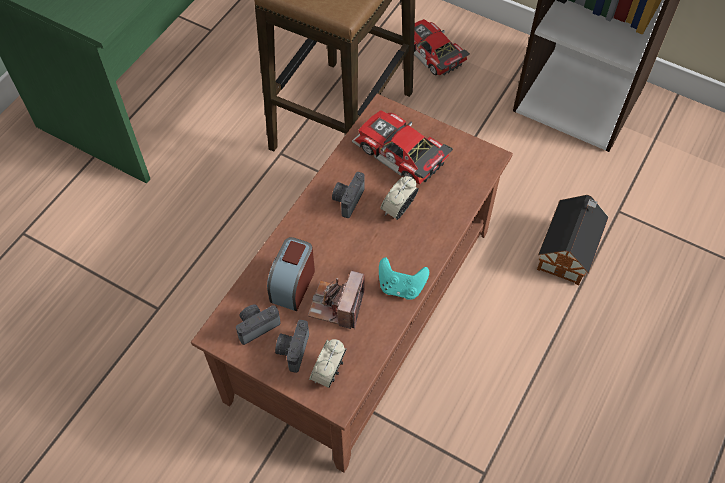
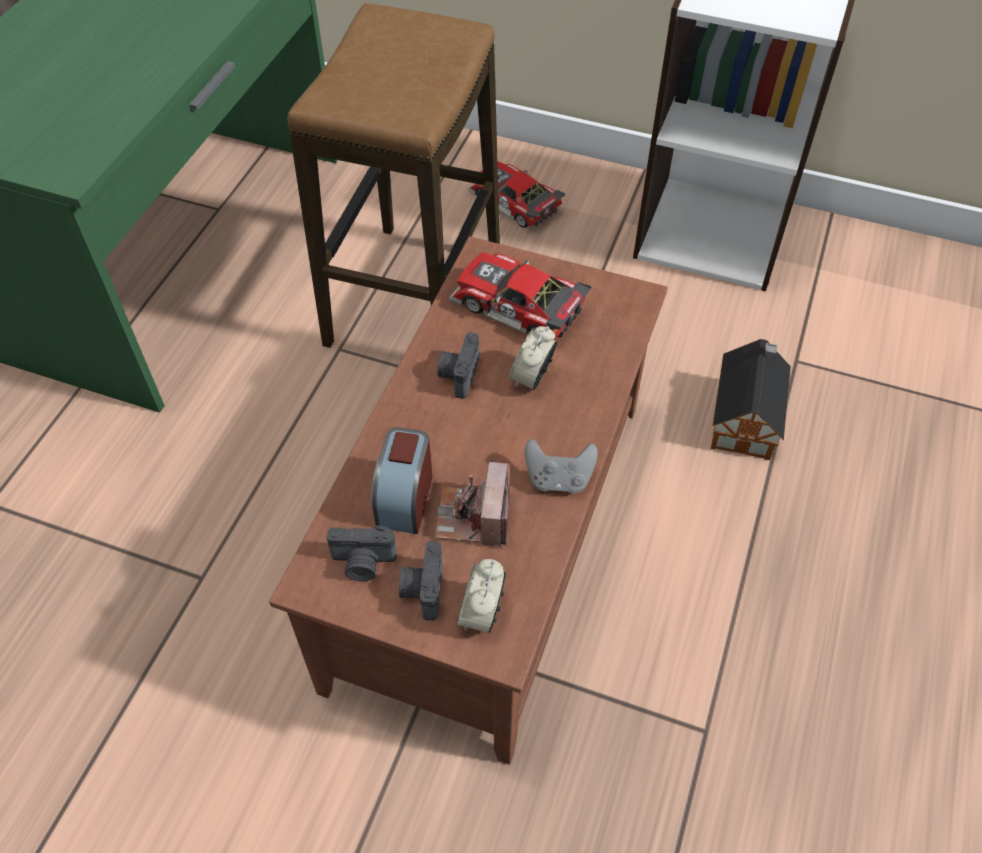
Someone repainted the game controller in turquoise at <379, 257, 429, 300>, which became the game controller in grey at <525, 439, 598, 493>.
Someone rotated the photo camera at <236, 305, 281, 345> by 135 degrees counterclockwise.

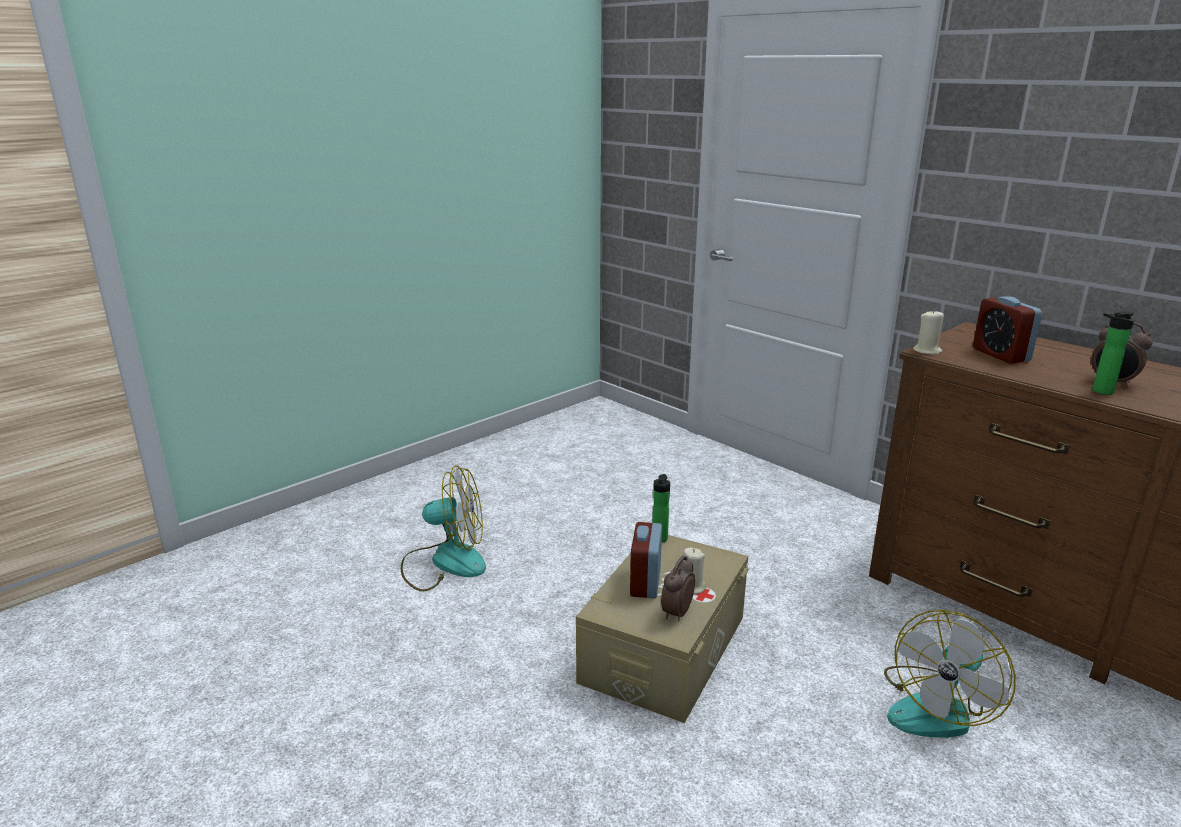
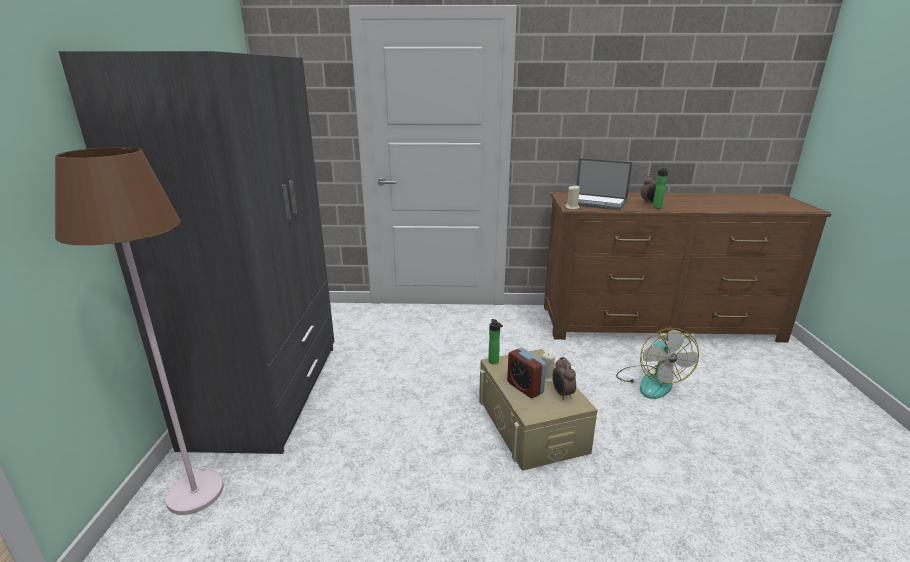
Someone took away the fan at <401, 465, 486, 591>.
Someone put down the floor lamp in brown at <55, 147, 223, 515>.
Someone put down the wardrobe in grey at <58, 51, 334, 454>.
Someone swapped the alarm clock at <973, 296, 1042, 364> for the laptop at <566, 158, 633, 211>.

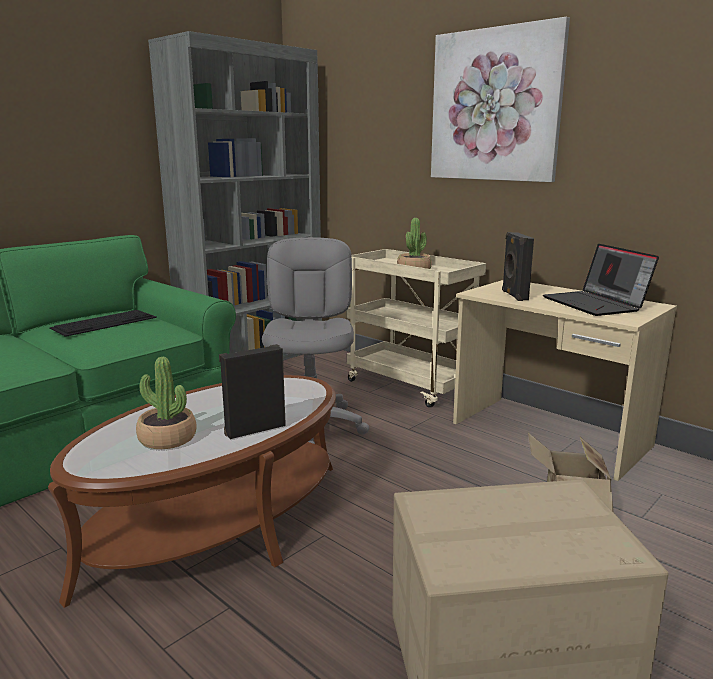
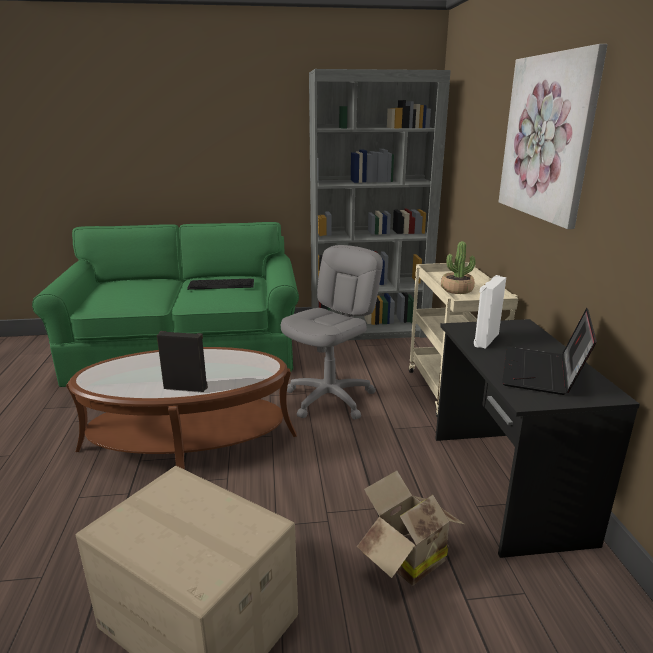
Someone took away the potted plant at <136, 357, 197, 449>.
Someone repainted the desk in beige at <453, 280, 677, 481>, which became the desk in black at <435, 319, 640, 558>.
Someone repainted the speaker in black at <502, 232, 534, 301>, which became the speaker in white at <474, 275, 506, 349>.

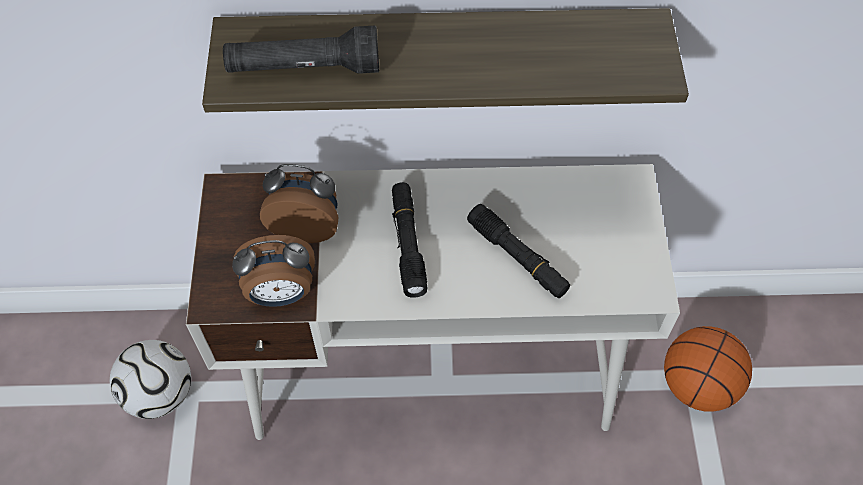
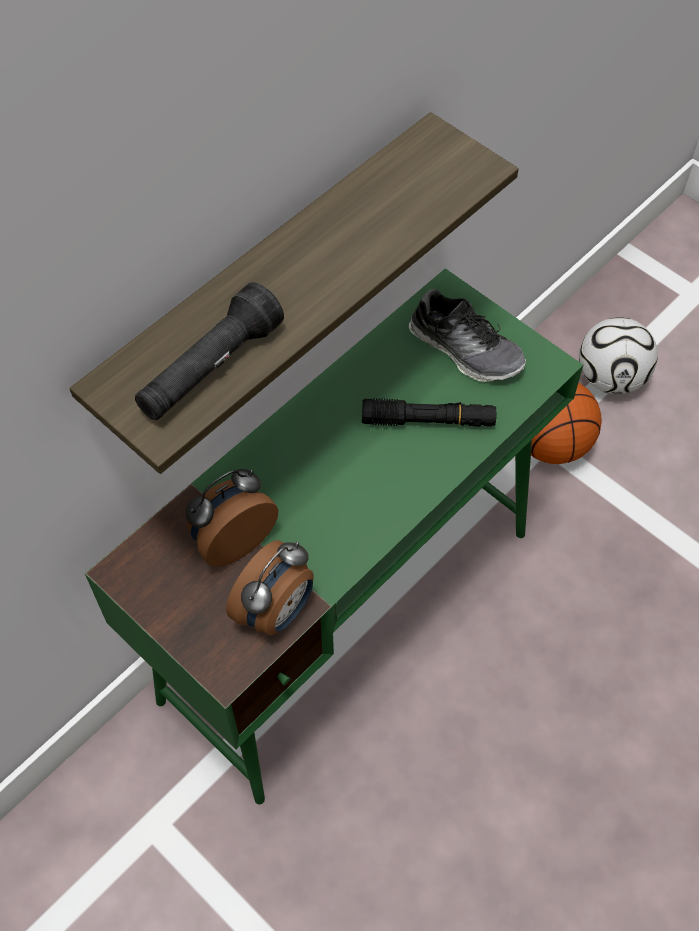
Someone took away the flashlight in black at <392, 182, 427, 298>.
Someone put down the shoe at <409, 289, 526, 382>.
Someone carried the football from <110, 340, 191, 419> to <579, 317, 658, 394>.
Someone repainted the desk in white at <186, 164, 680, 440>, which became the desk in green at <85, 268, 583, 804>.

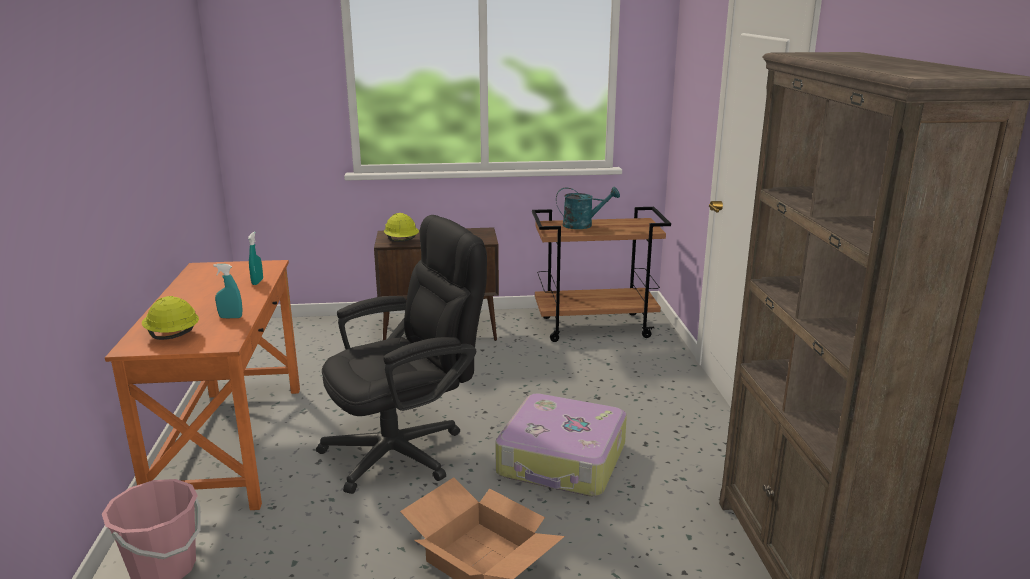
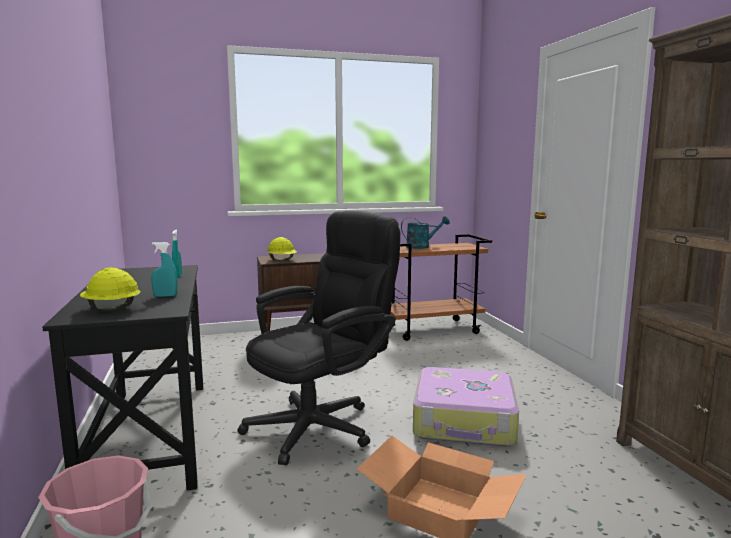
Someone repainted the desk in orange at <105, 260, 300, 510>, which became the desk in black at <42, 265, 203, 491>.

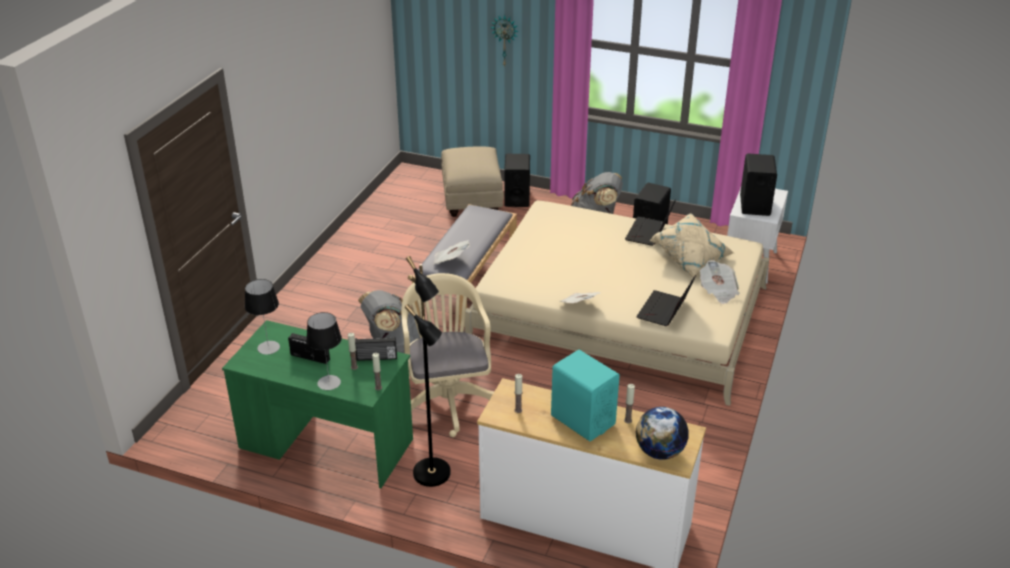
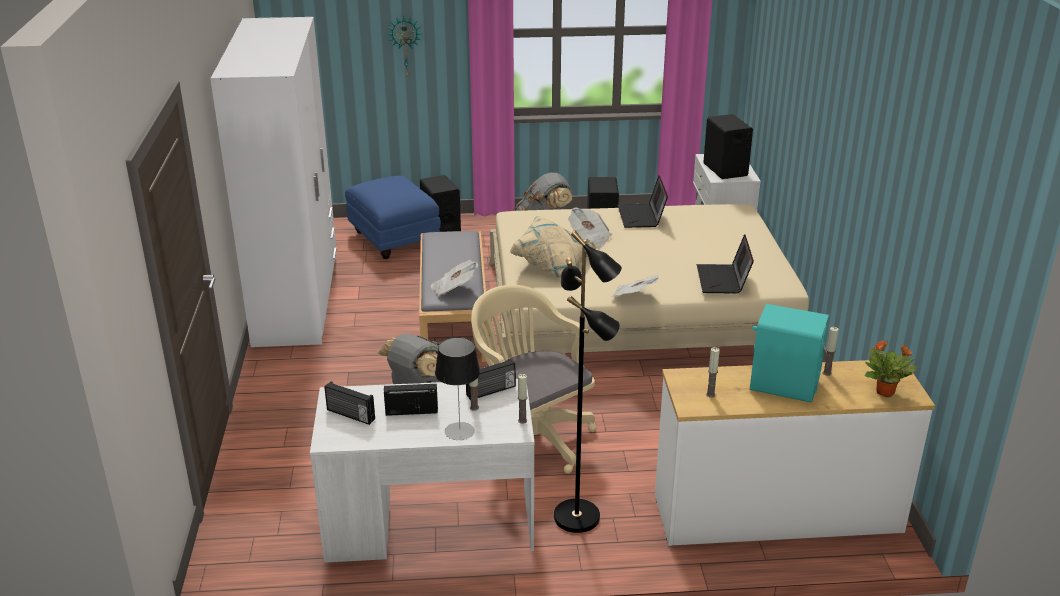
Someone put down the wardrobe in white at <210, 17, 337, 347>.
Someone carried the pillow in beige from <650, 213, 734, 278> to <510, 216, 597, 278>.
Someone carried the newspaper from <700, 260, 740, 304> to <568, 208, 612, 247>.
Someone swapped the table lamp at <245, 279, 280, 355> for the radio at <324, 381, 375, 425>.
Someone swapped the globe at <636, 407, 689, 460> for the potted plant at <864, 340, 917, 397>.
Someone repainted the desk in green at <222, 320, 413, 488>, which became the desk in white at <310, 379, 535, 563>.
Someone repainted the ottoman in beige at <441, 146, 504, 217>, which became the ottoman in blue at <345, 176, 441, 259>.

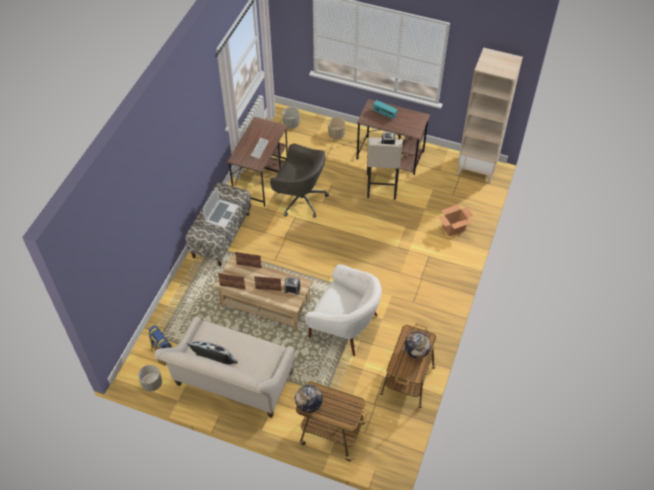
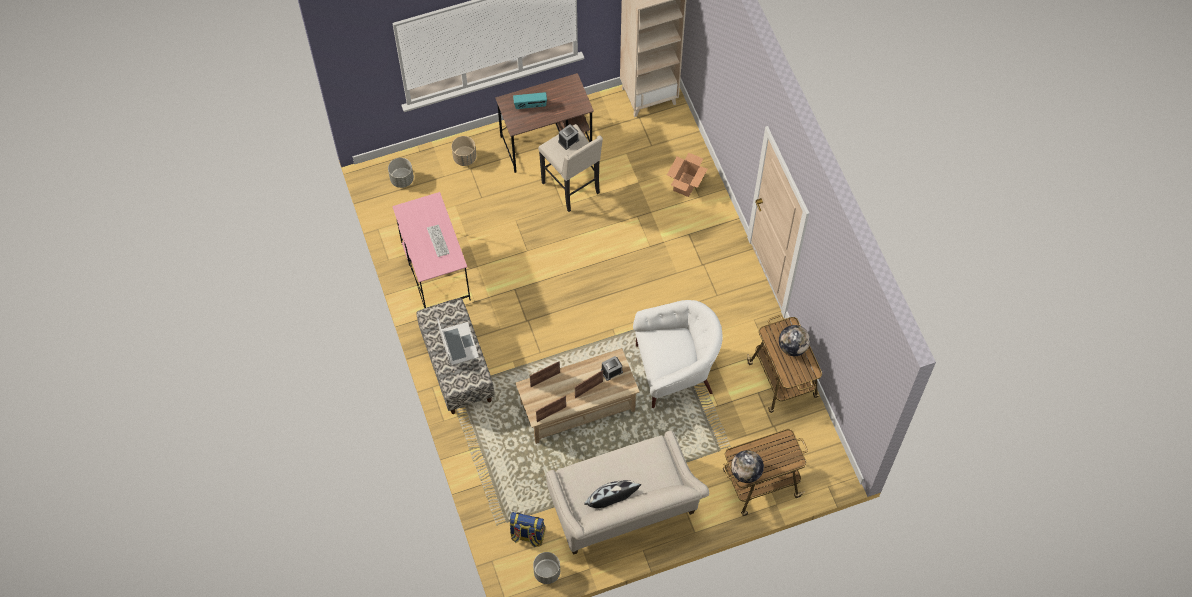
Someone took away the office chair in grey at <270, 144, 329, 218>.
Someone repainted the desk in brown at <227, 117, 288, 207>, which became the desk in pink at <392, 192, 471, 308>.

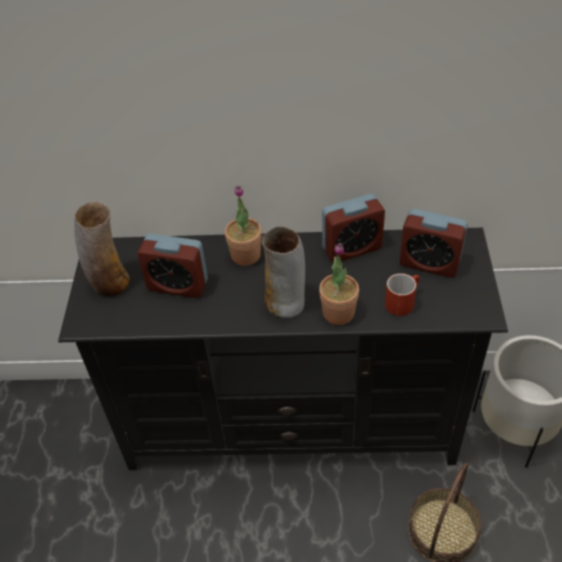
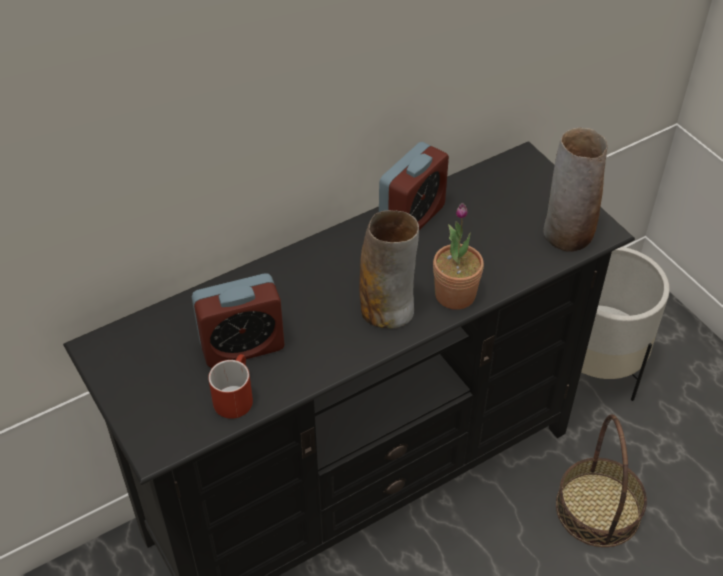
Someone took away the potted plant at <225, 186, 262, 266>.
Someone took away the alarm clock at <399, 209, 468, 278>.
Someone carried the vase from <74, 202, 130, 296> to <543, 128, 608, 252>.
Someone carried the mug in red from <385, 273, 420, 316> to <208, 354, 253, 419>.

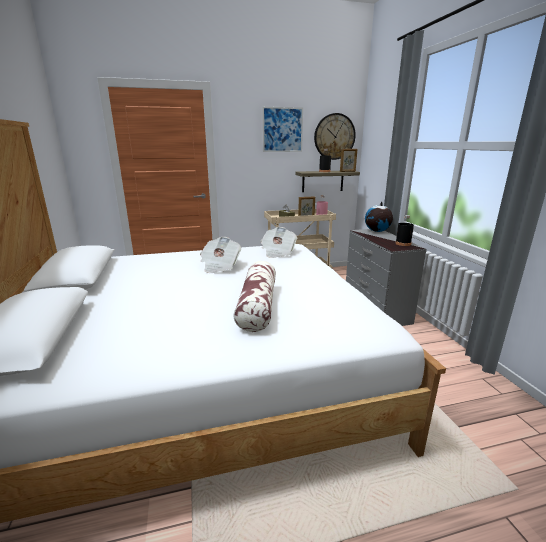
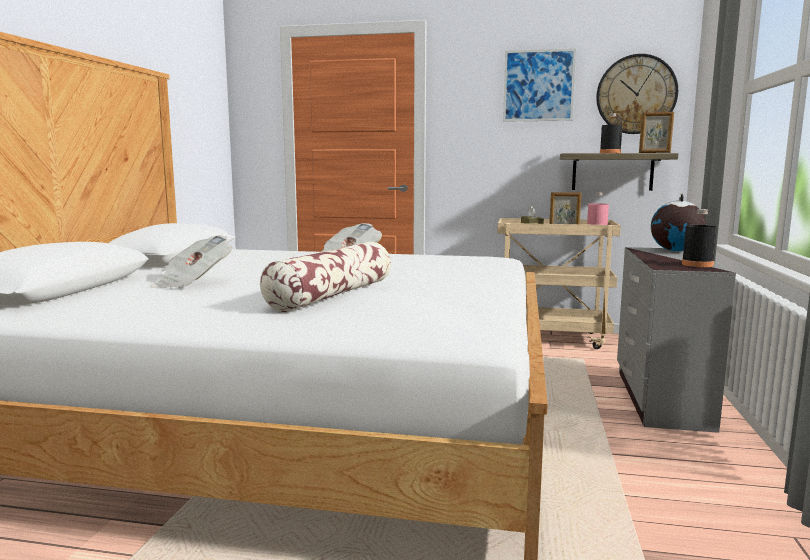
Someone carried the newspaper from <261, 227, 297, 258> to <151, 235, 233, 289>.

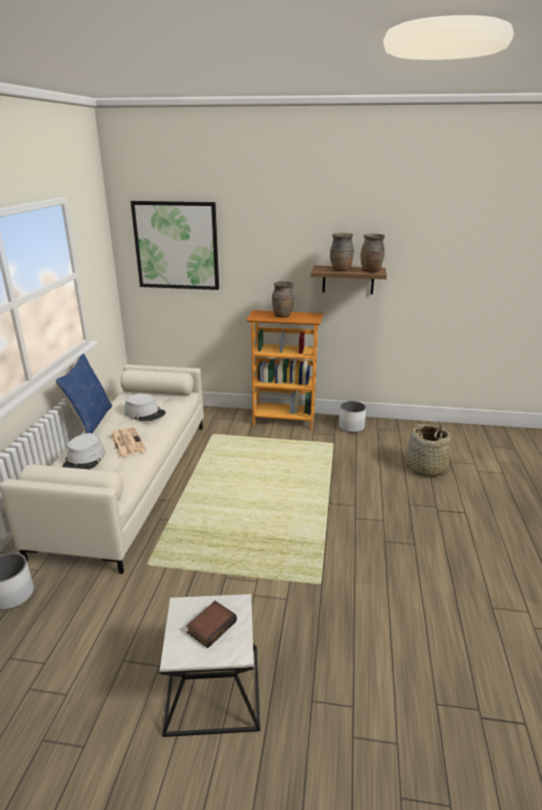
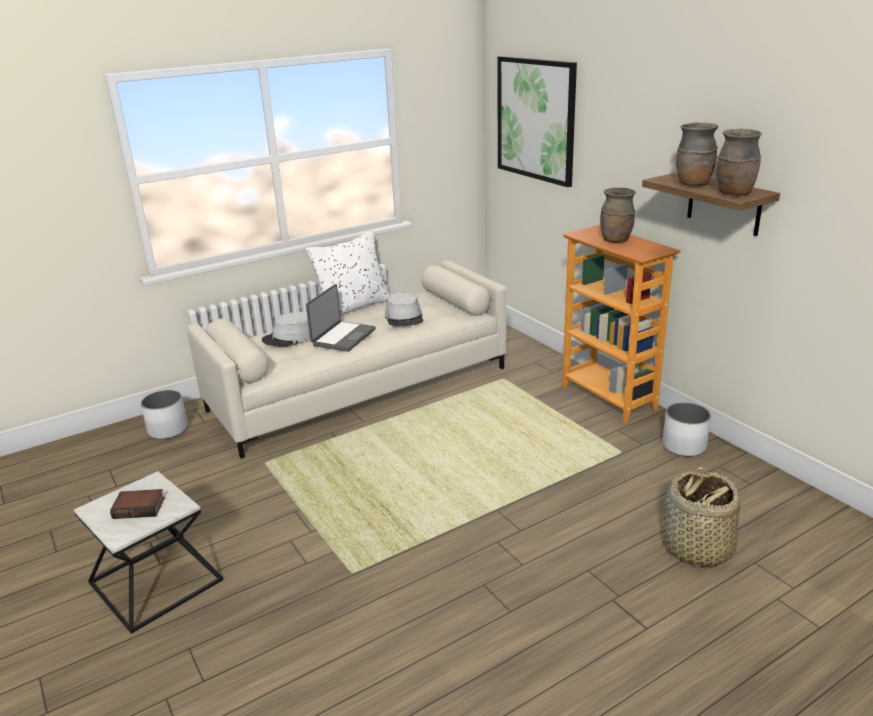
Someone swapped the newspaper at <110, 427, 146, 458> for the laptop at <306, 284, 376, 352>.
Someone repainted the pillow in blue at <56, 354, 112, 433>, which became the pillow in white at <306, 231, 390, 316>.

